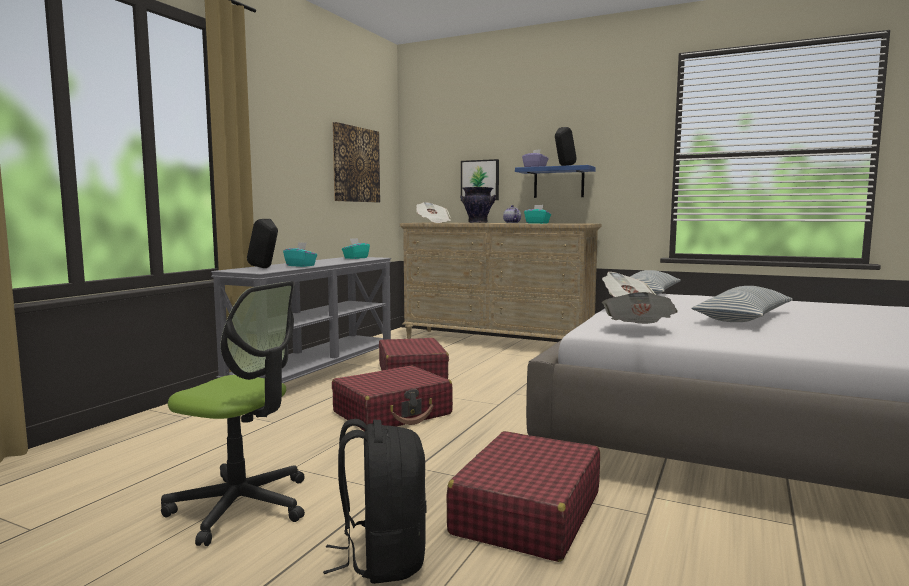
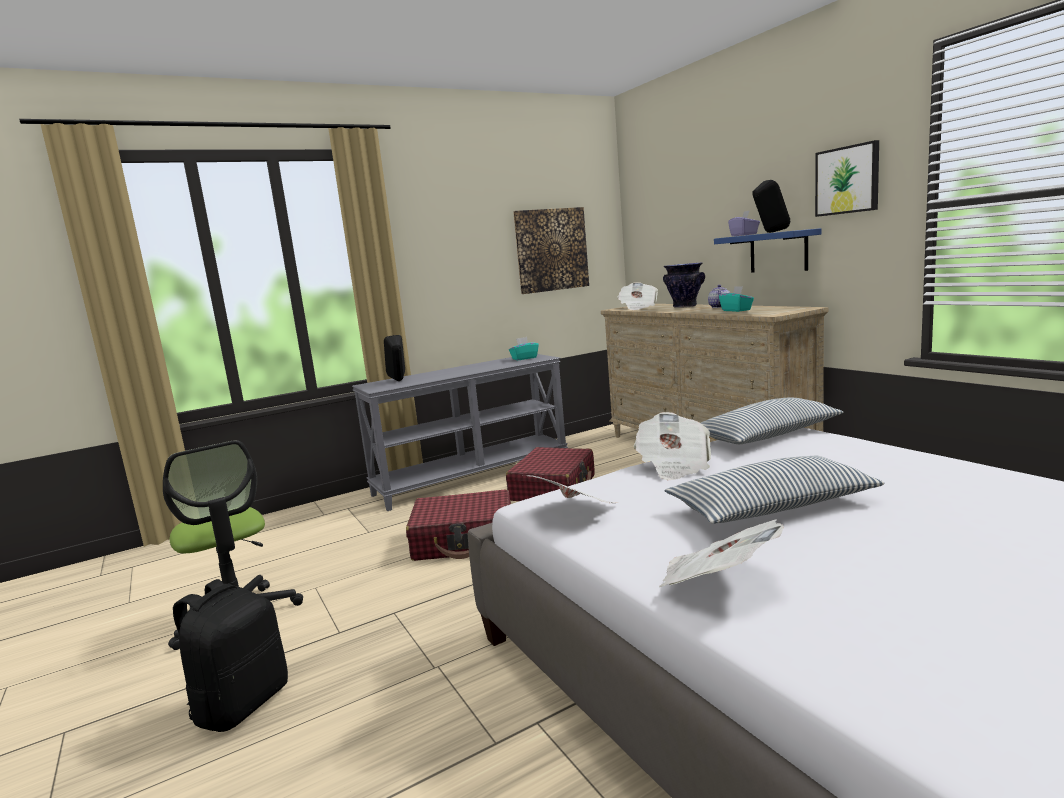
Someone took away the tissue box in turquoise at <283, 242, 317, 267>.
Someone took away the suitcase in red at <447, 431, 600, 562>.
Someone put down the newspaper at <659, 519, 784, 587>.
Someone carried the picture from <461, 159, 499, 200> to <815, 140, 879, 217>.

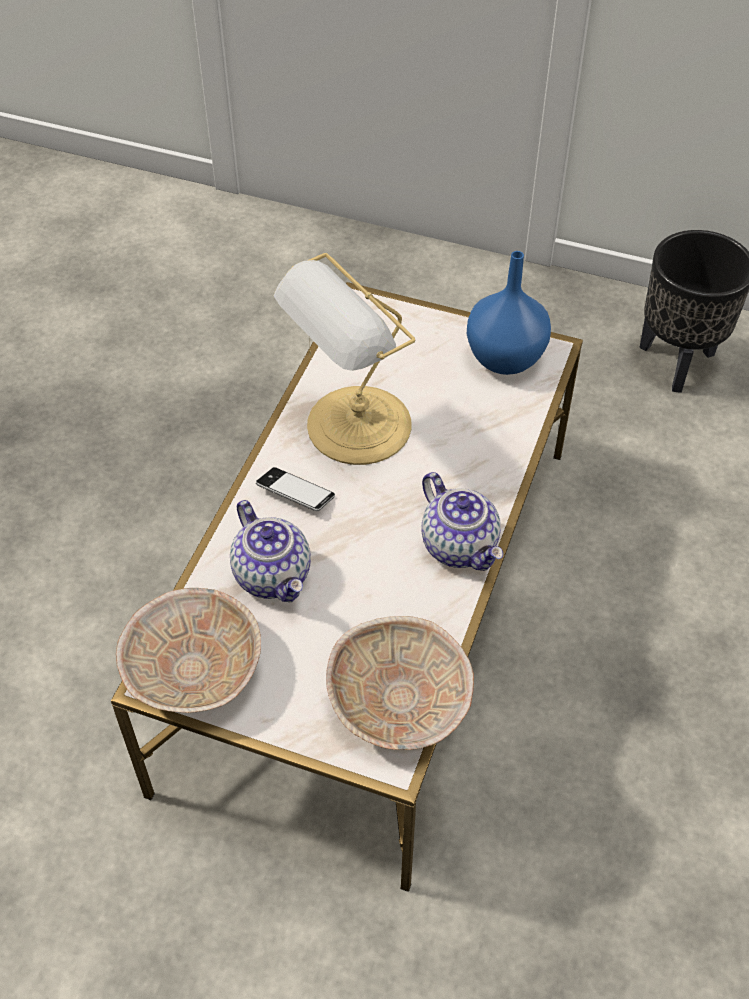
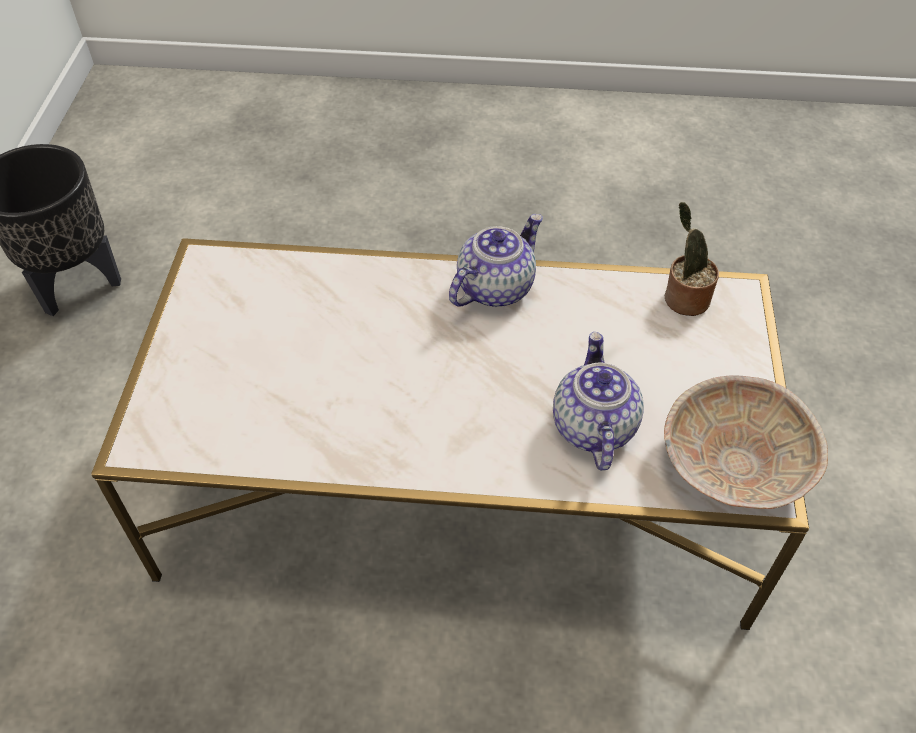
Someone took away the phone at <256, 467, 335, 511>.
Someone took away the table lamp at <274, 253, 415, 465>.
Someone took away the vase in blue at <467, 251, 551, 375>.
Someone swapped the bowl in beige at <326, 616, 474, 750> for the potted plant at <665, 202, 719, 316>.
Someone rotated the teapot at <230, 500, 311, 602> by 45 degrees counterclockwise.

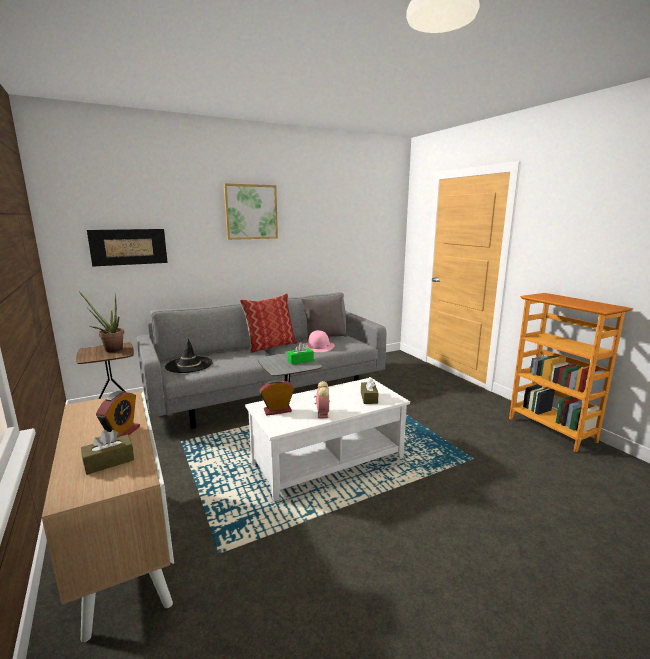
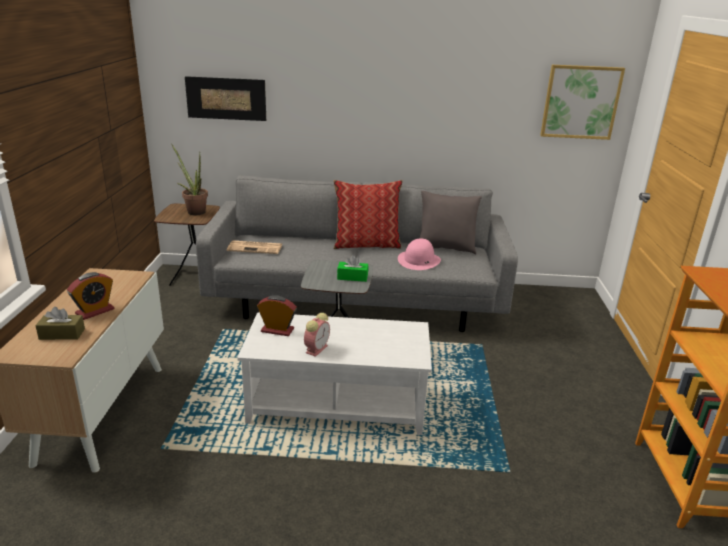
Someone took away the tissue box in brown at <361, 377, 379, 404>.
Someone carried the picture from <224, 183, 278, 240> to <540, 65, 625, 140>.
Someone swapped the hat in black at <165, 339, 213, 373> for the newspaper at <227, 240, 282, 254>.

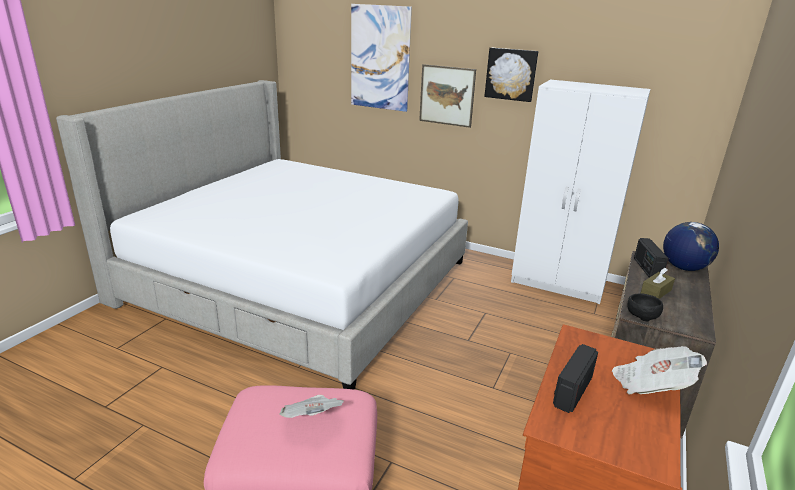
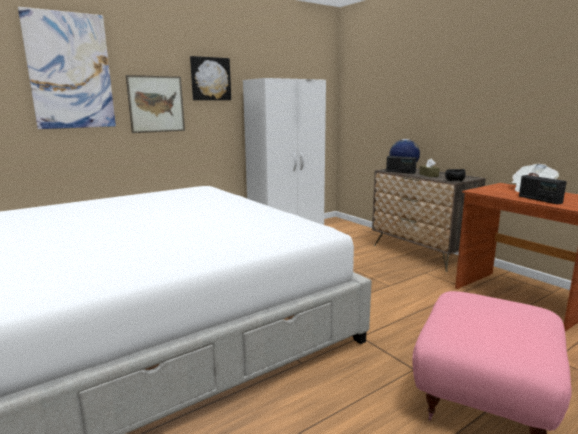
Someone took away the newspaper at <280, 395, 344, 418>.

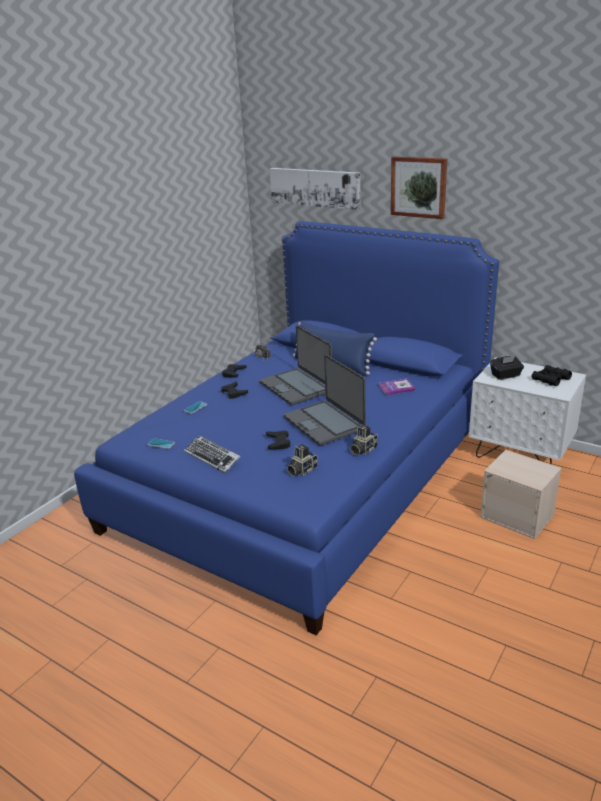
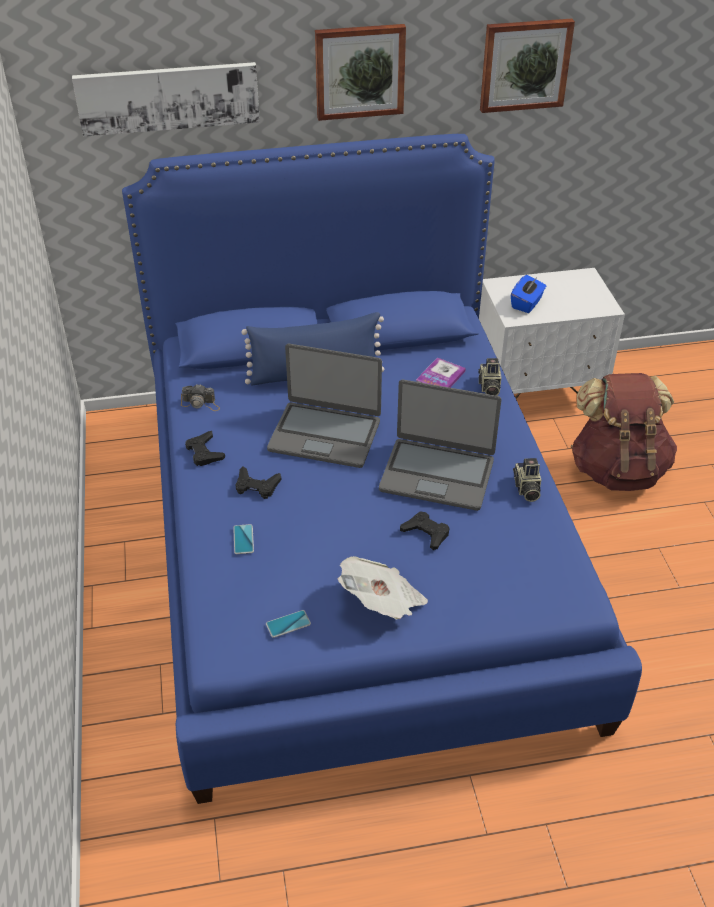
Someone took away the binoculars in black at <532, 365, 572, 386>.
Someone put up the picture at <480, 19, 575, 113>.
Someone carried the photo camera from <287, 444, 318, 476> to <479, 358, 501, 396>.
Someone swapped the keyboard at <184, 435, 240, 473> for the newspaper at <337, 556, 428, 619>.
Someone swapped the storage box in beige at <480, 450, 562, 539> for the backpack in brown at <571, 373, 677, 491>.
Someone repainted the tissue box in black at <490, 356, 524, 380>, which became the tissue box in blue at <511, 275, 546, 313>.

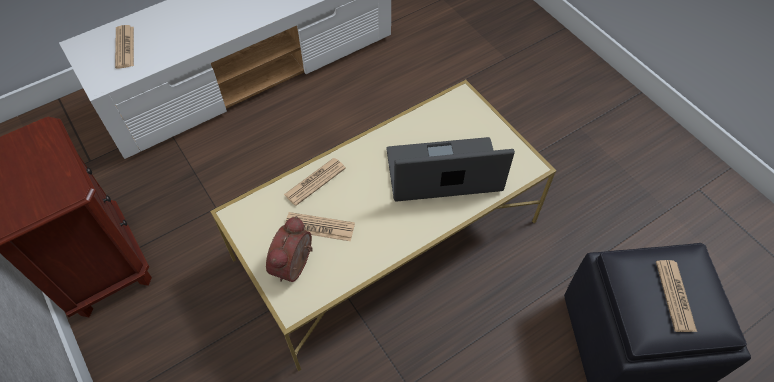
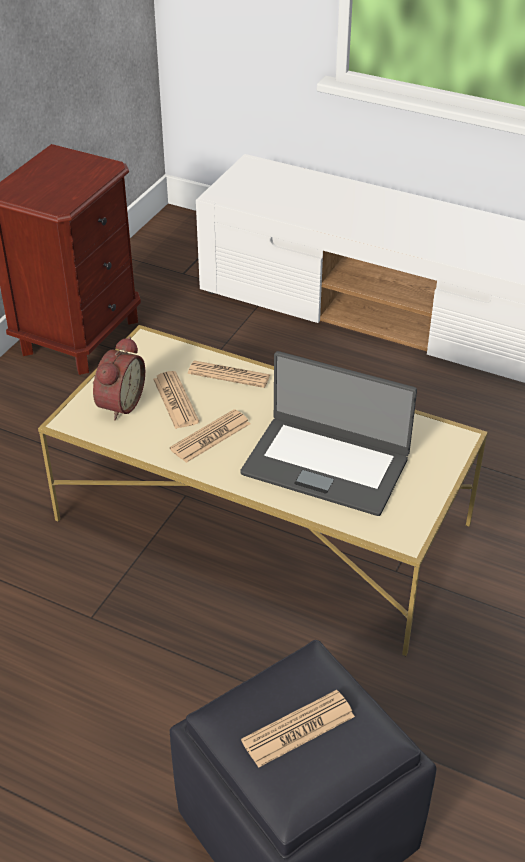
Someone carried the newspaper from <115, 25, 134, 69> to <170, 409, 250, 463>.
Someone rotated the alarm clock at <266, 216, 313, 282> by 120 degrees clockwise.
Someone rotated the laptop at <386, 137, 515, 202> by 150 degrees clockwise.

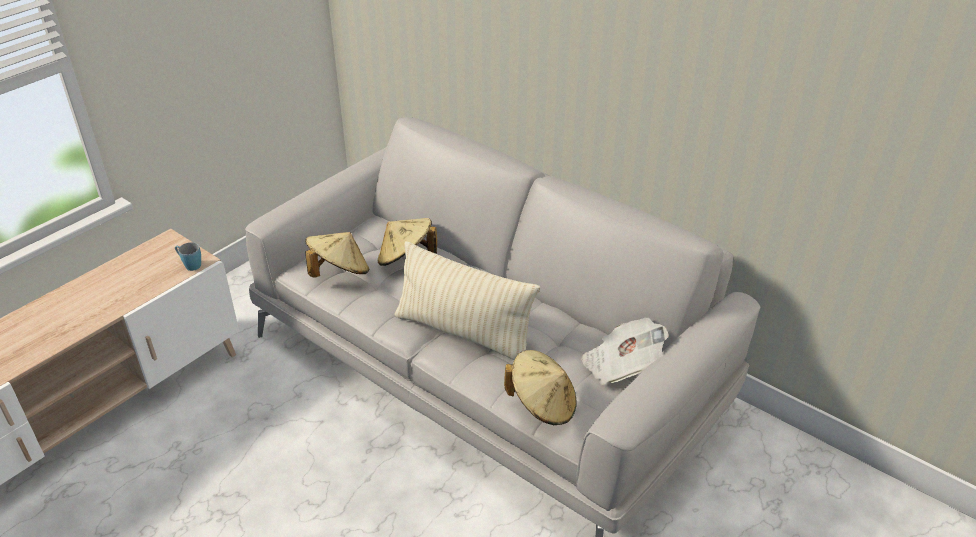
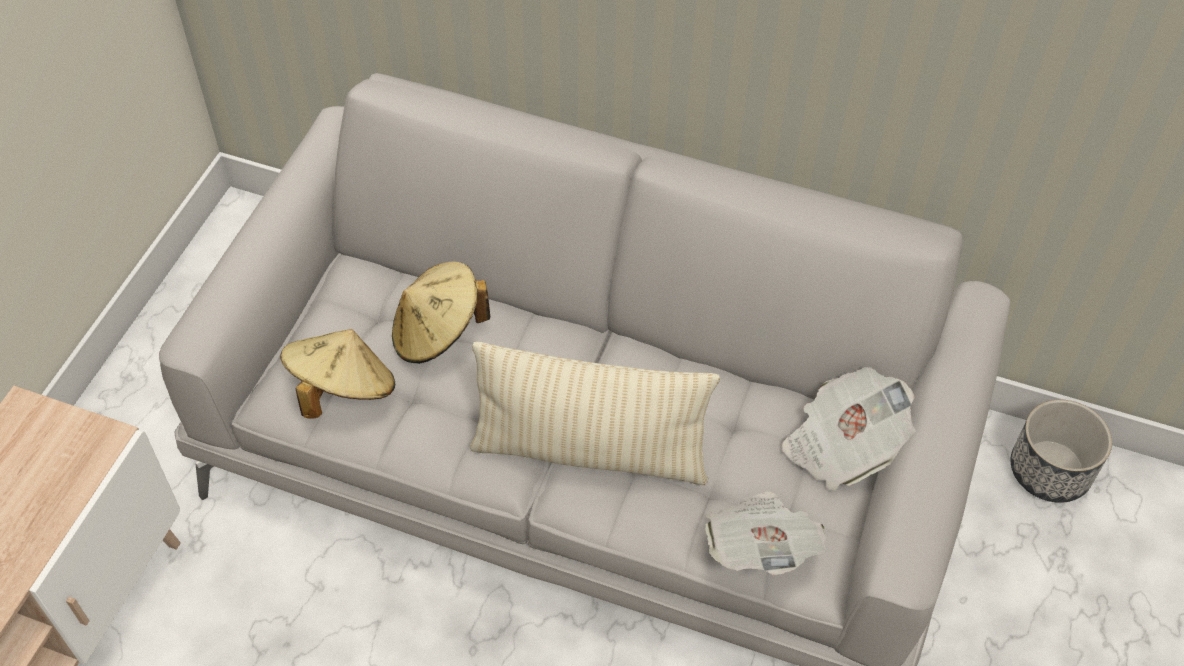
Someone took away the mug in blue at <175, 242, 201, 271>.
Someone put down the planter at <1011, 399, 1112, 503>.
Someone swapped the hat in beige at <504, 350, 577, 425> for the newspaper at <705, 492, 826, 575>.

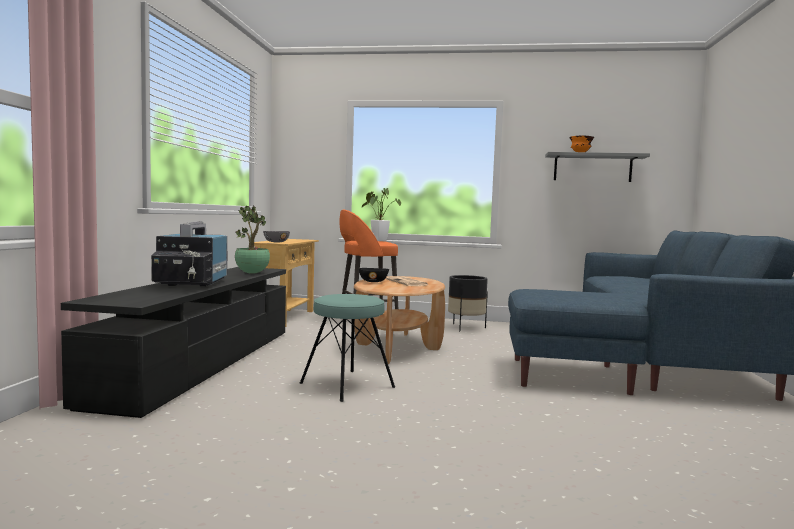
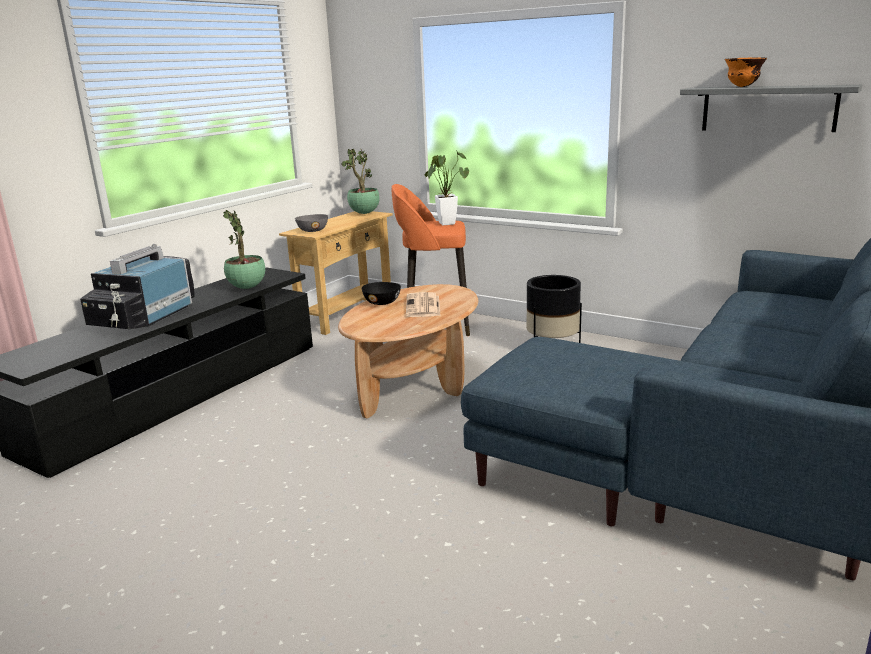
Someone took away the stool in turquoise at <300, 294, 395, 402>.
Someone put down the potted plant at <341, 148, 380, 214>.

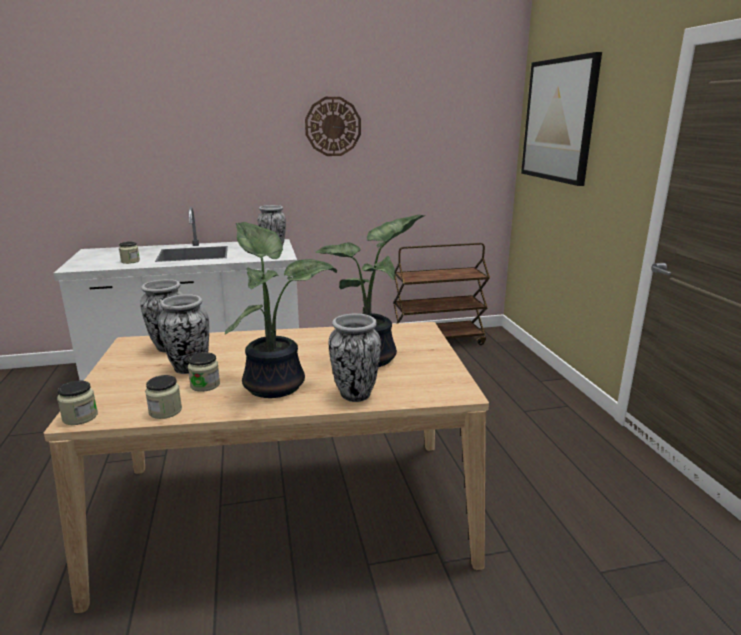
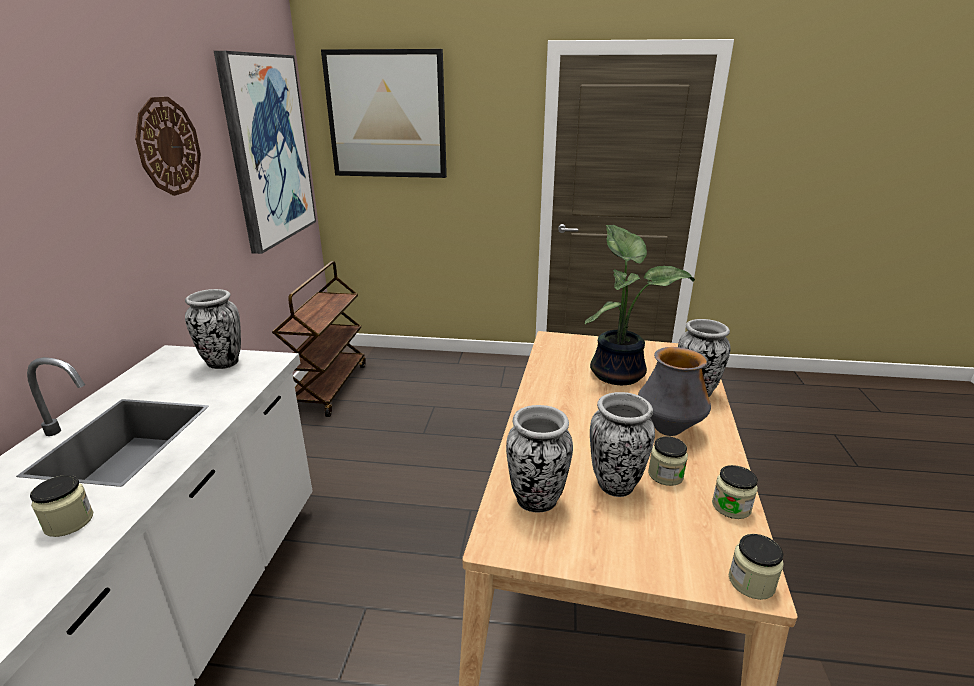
Someone put up the picture at <214, 51, 316, 254>.
Someone swapped the potted plant at <225, 222, 337, 398> for the vase at <638, 347, 711, 436>.

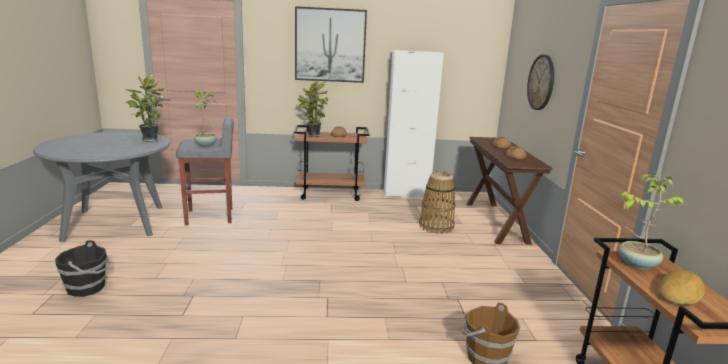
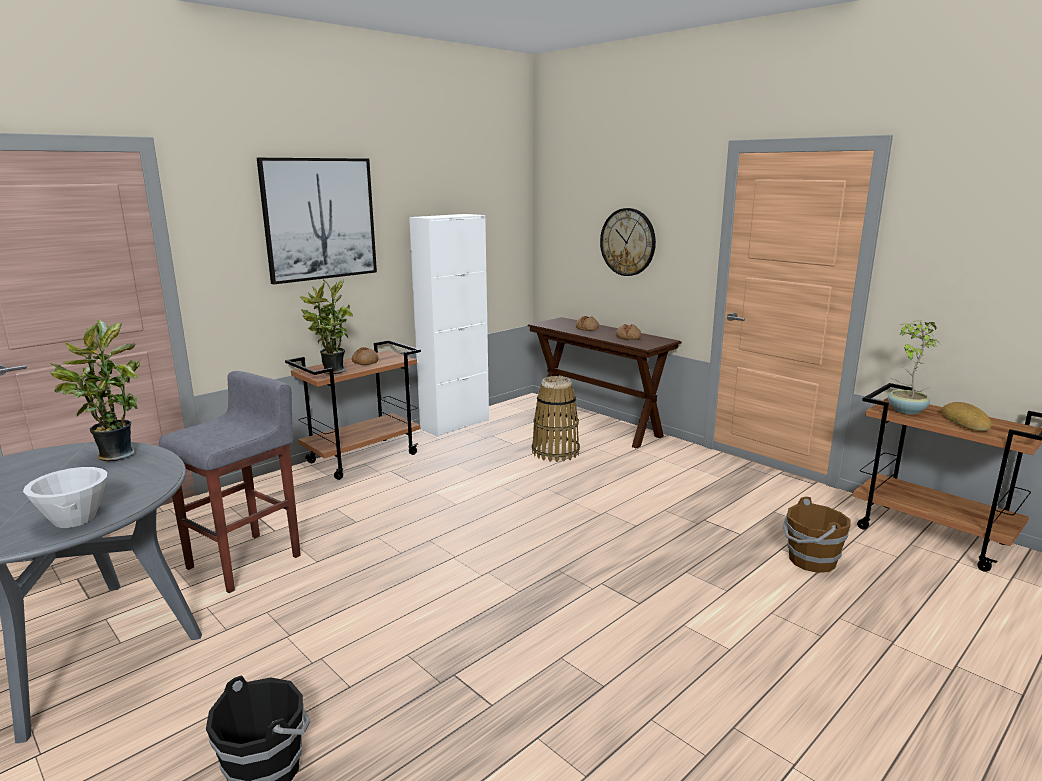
Someone took away the potted plant at <194, 90, 217, 147>.
Someone put down the bowl in white at <23, 467, 107, 528>.

